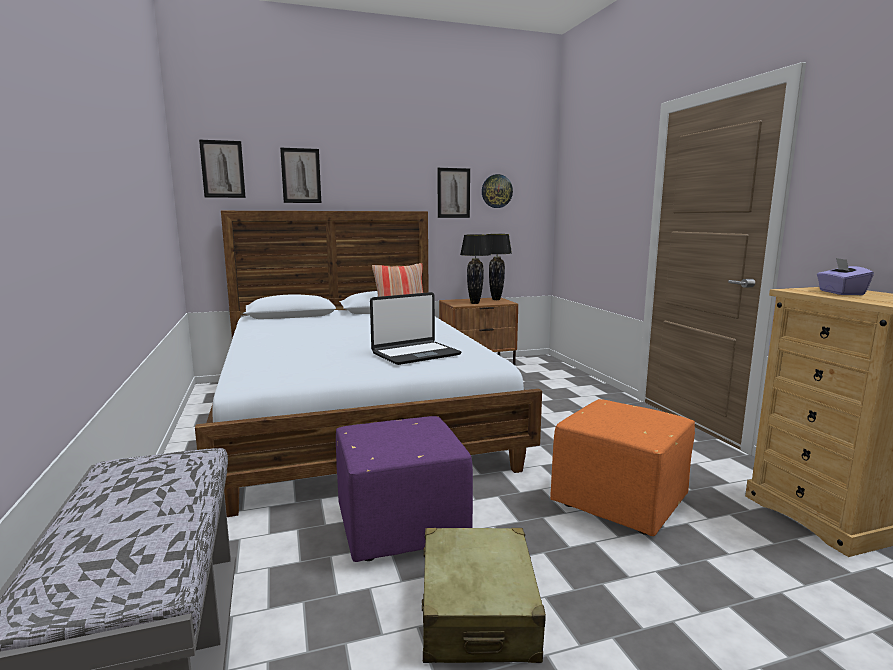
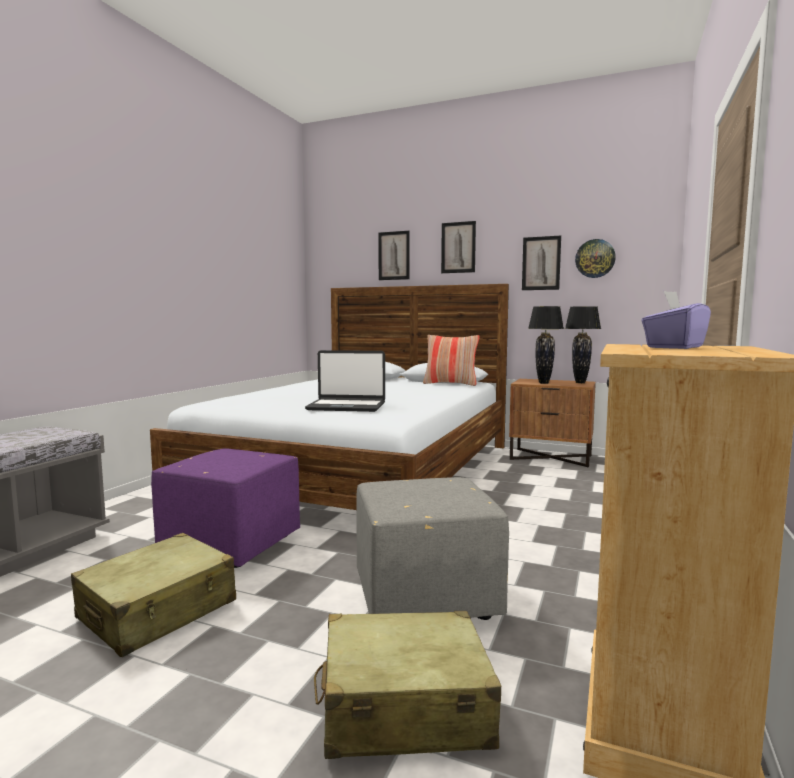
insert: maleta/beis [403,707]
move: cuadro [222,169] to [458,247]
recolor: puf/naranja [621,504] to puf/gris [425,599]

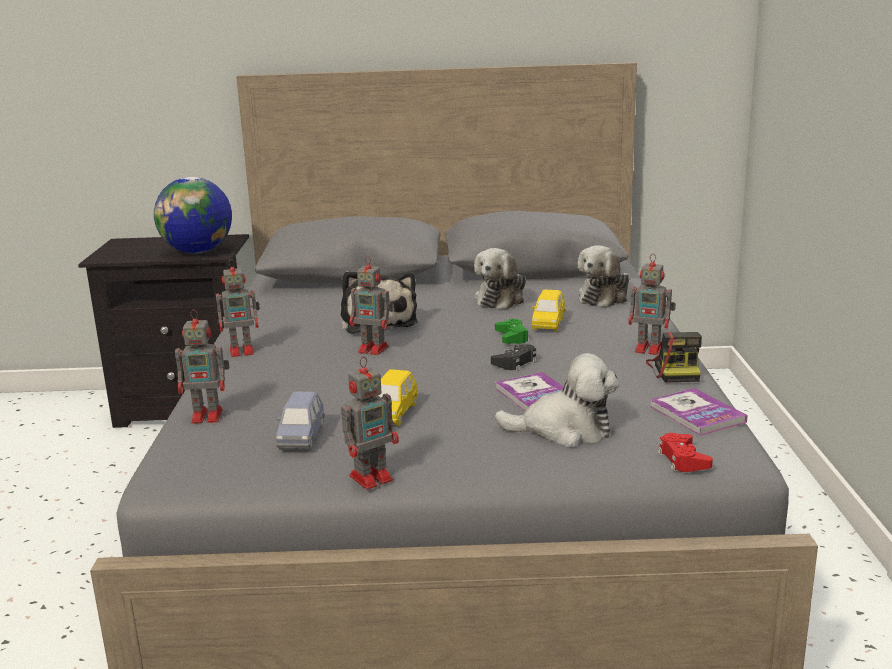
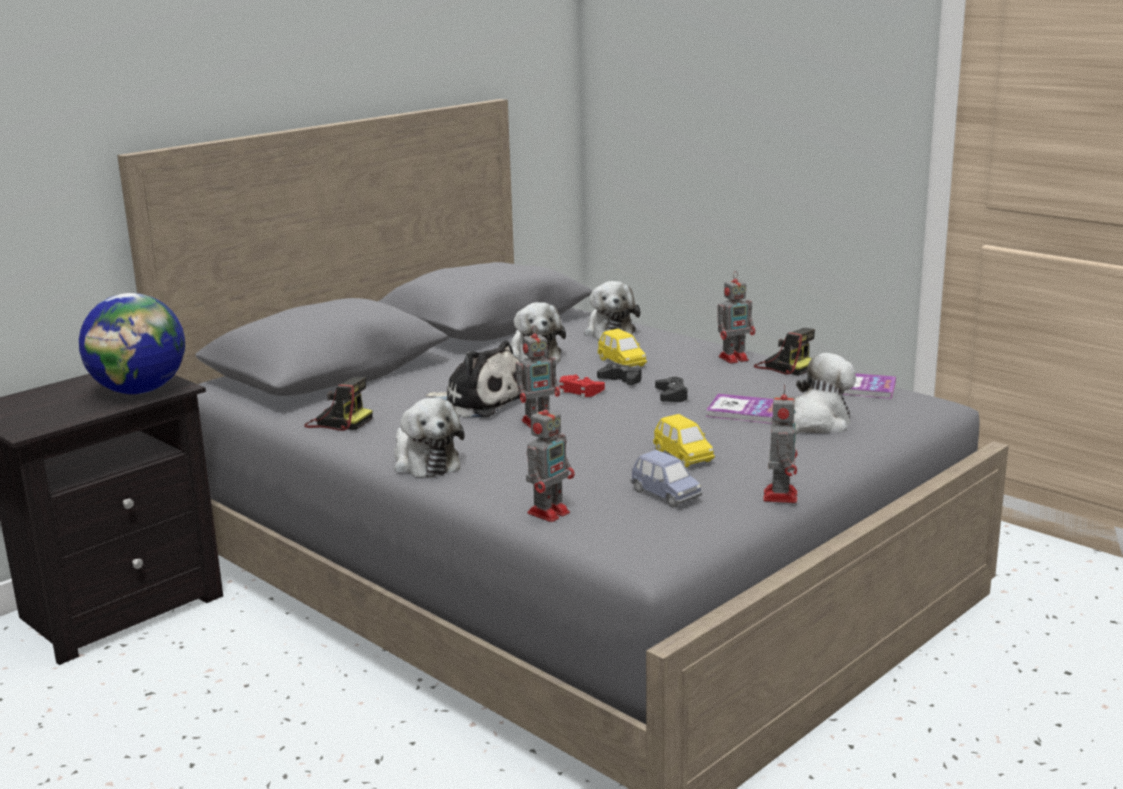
insert: cámara [338,421]
move: mando de consola/rojo [683,459] to [580,391]
replace: robot de juguete [243,351] to peluche [424,462]
recolor: mando de consola/verde [512,337] to mando de consola/negro [621,380]

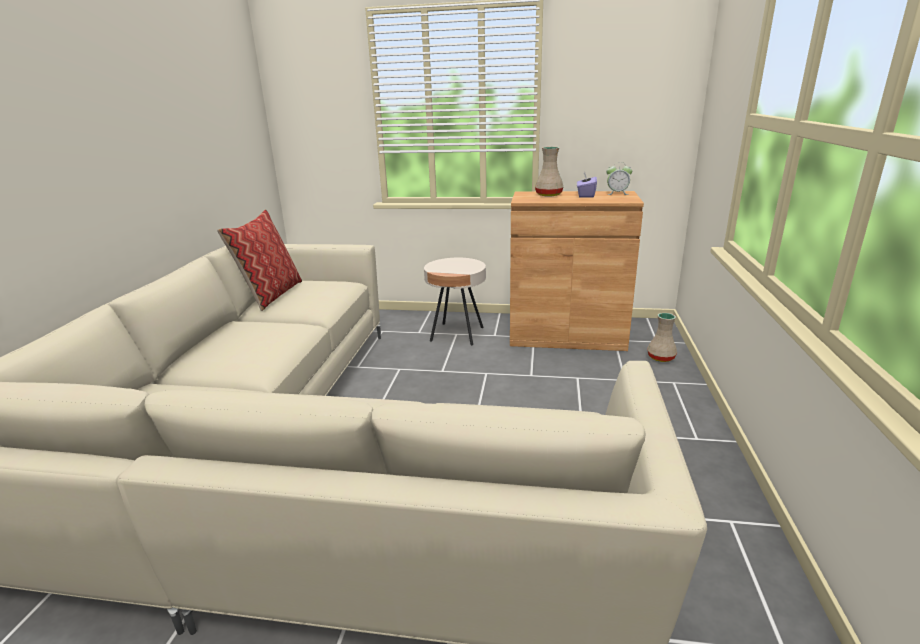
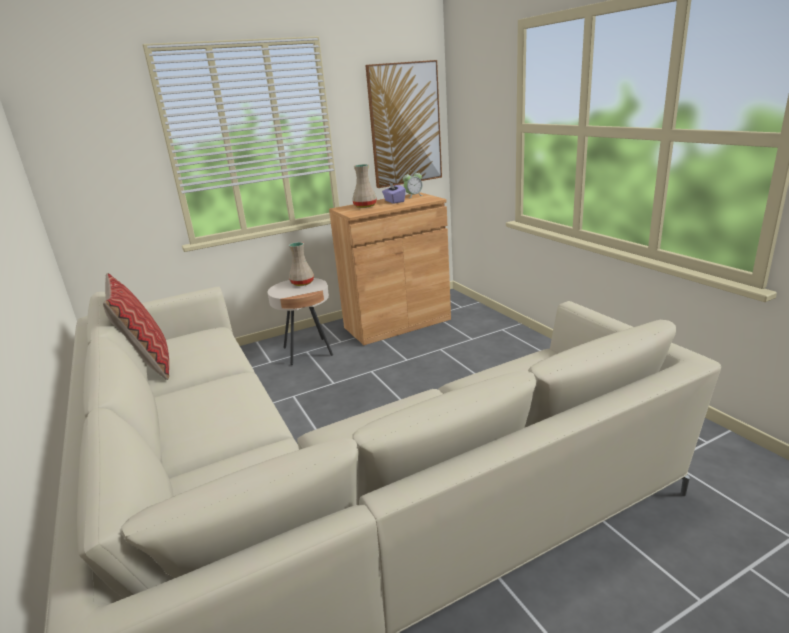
insert: cuadro [405,124]
move: florero/beis [661,357] to [302,283]

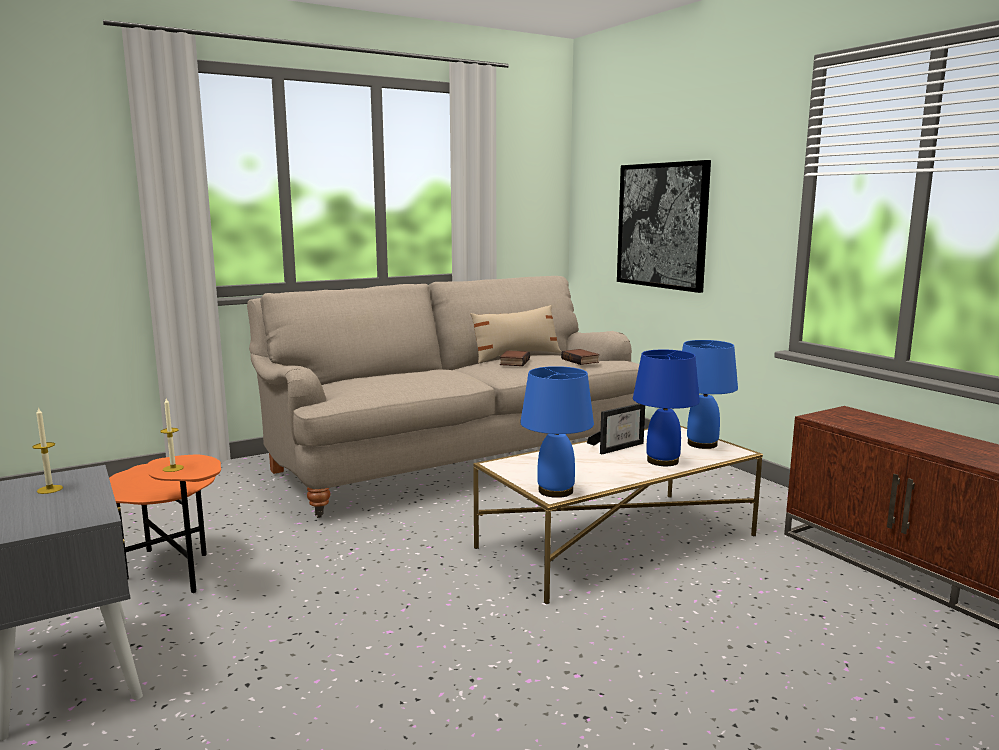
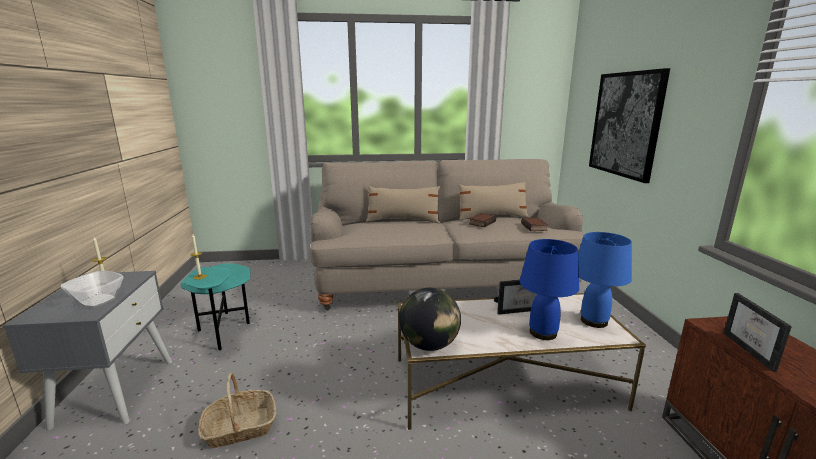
insert: cojín/beis [403,220]; cuenco [97,301]; portarretratos [755,352]; cesta [240,428]
replace: lámpara de mesa/azul [556,491] to globo terráqueo [429,345]
recolor: mesa auxiliar/naranja [173,572] to mesa auxiliar/turquesa [223,332]

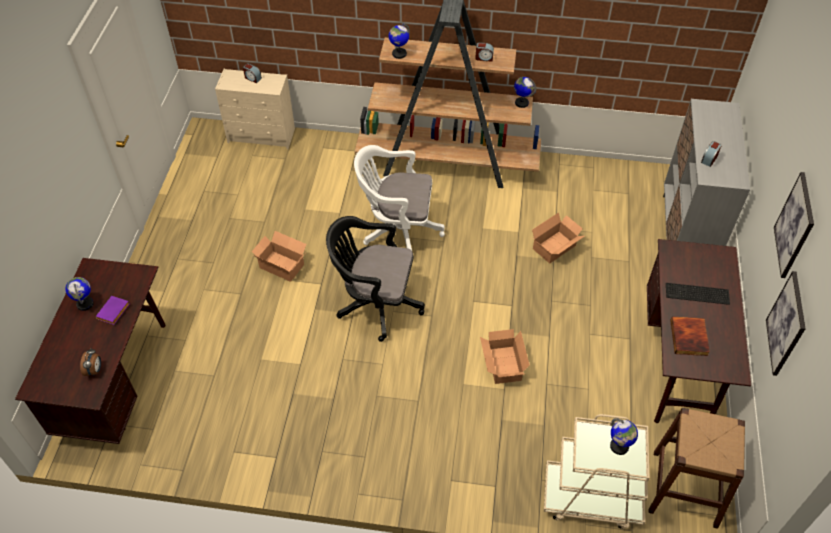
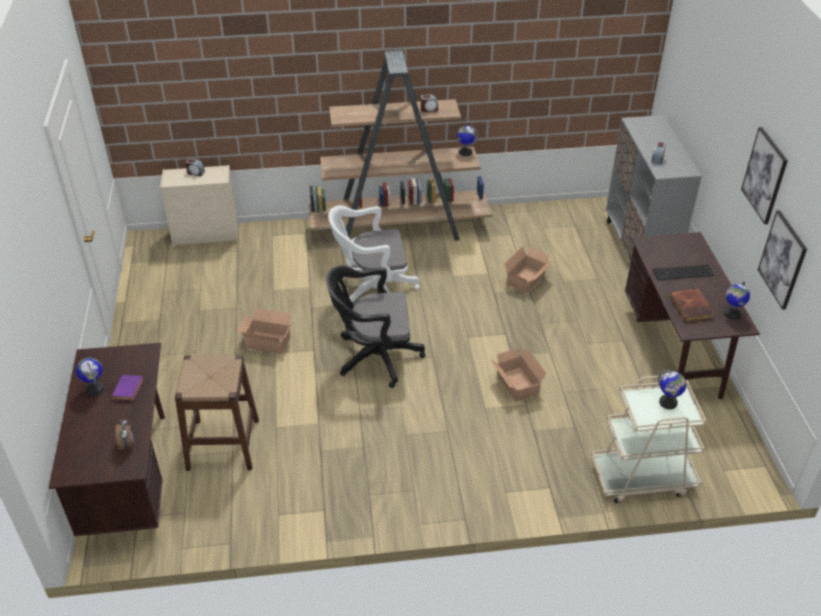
move: globo terráqueo [399,54] to [732,314]; taburete/marrón [685,488] to [223,444]

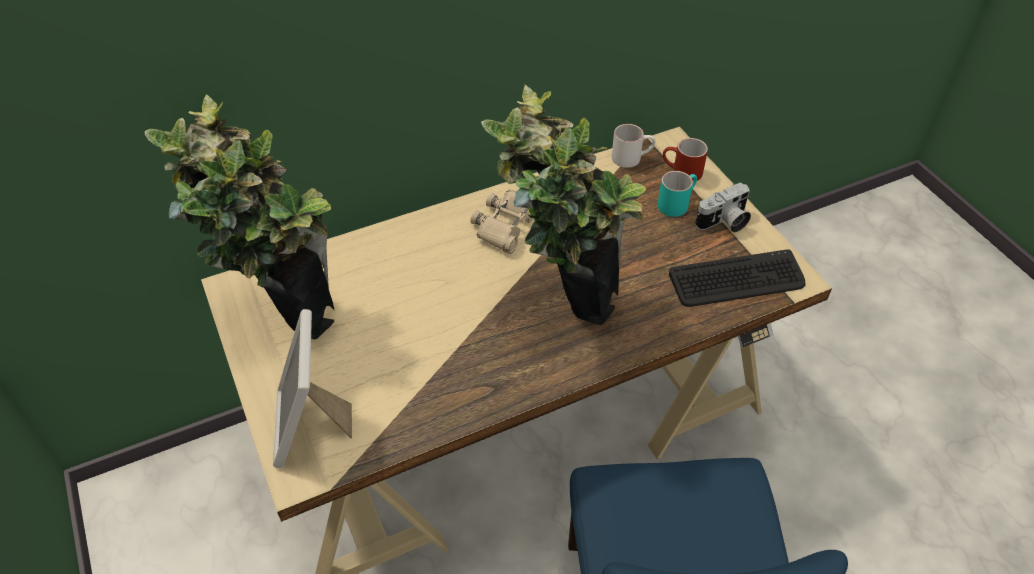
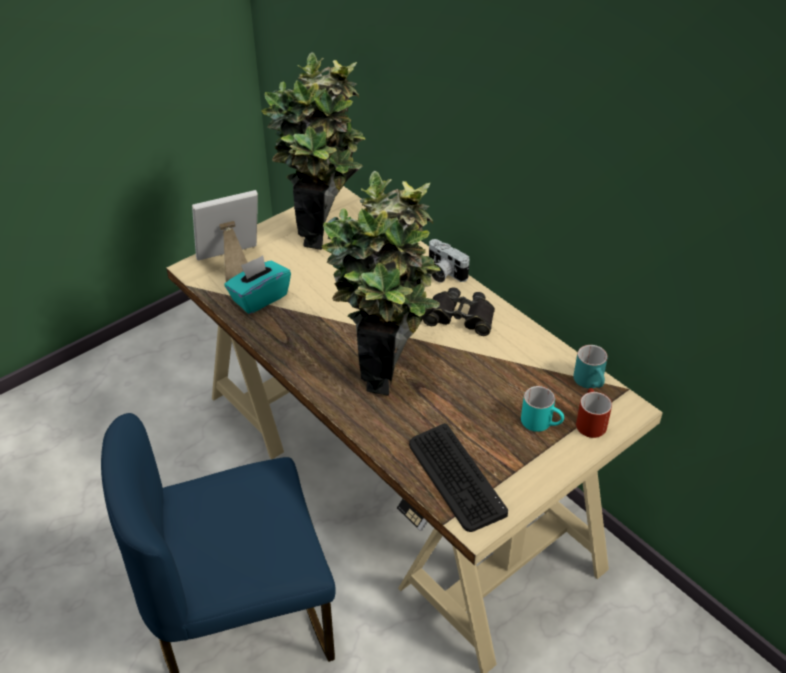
insert: caja de pañuelos/turquesa [259,298]
move: cámara [724,222] to [443,273]
recolor: taza grande/blanco [631,157] to taza grande/turquesa [591,382]; prismáticos/beis [508,224] to prismáticos/negro [460,317]

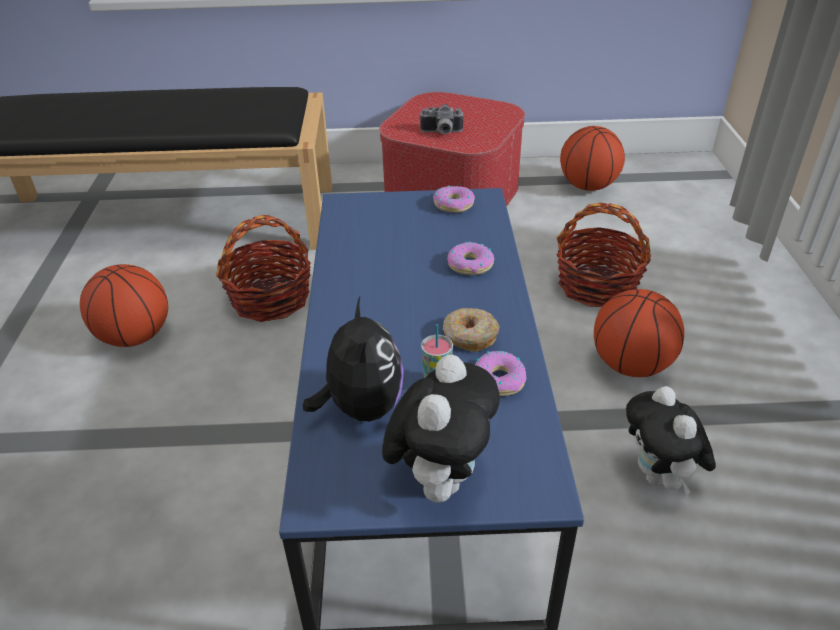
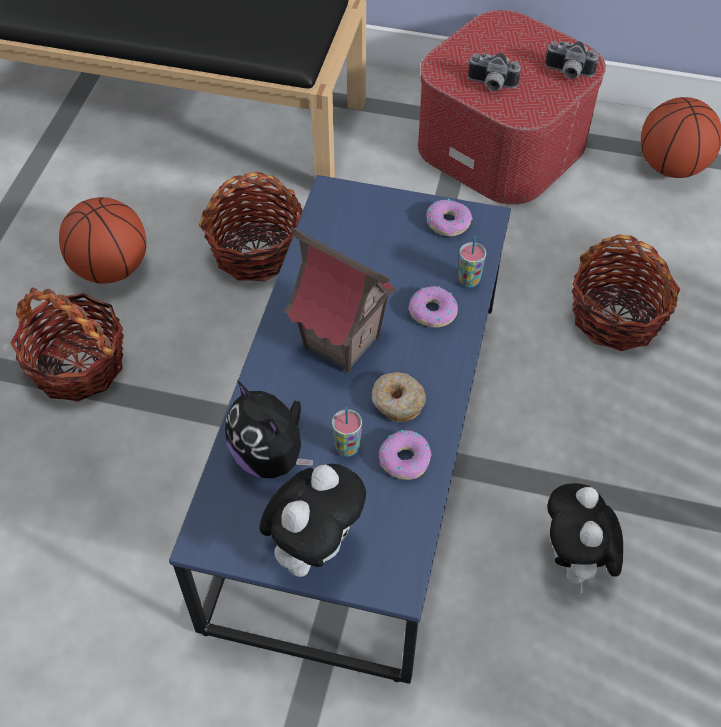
delete: balón de baloncesto [630,365]
insert: cámara [568,73]; casita [341,343]; taza [469,280]; cesta [77,365]
rotate: peluche [361,407] = [271,456] 135 degrees clockwise

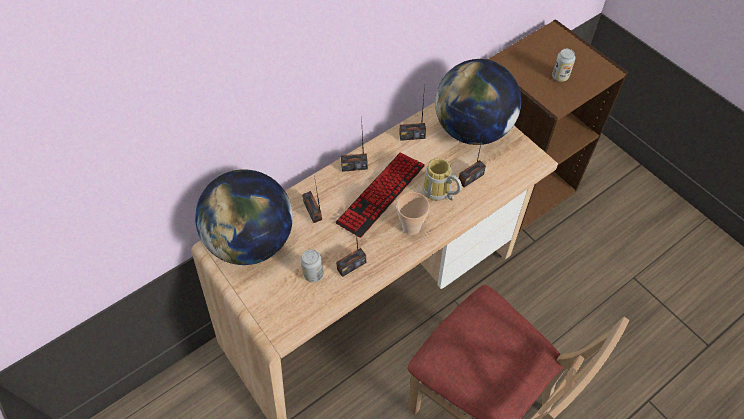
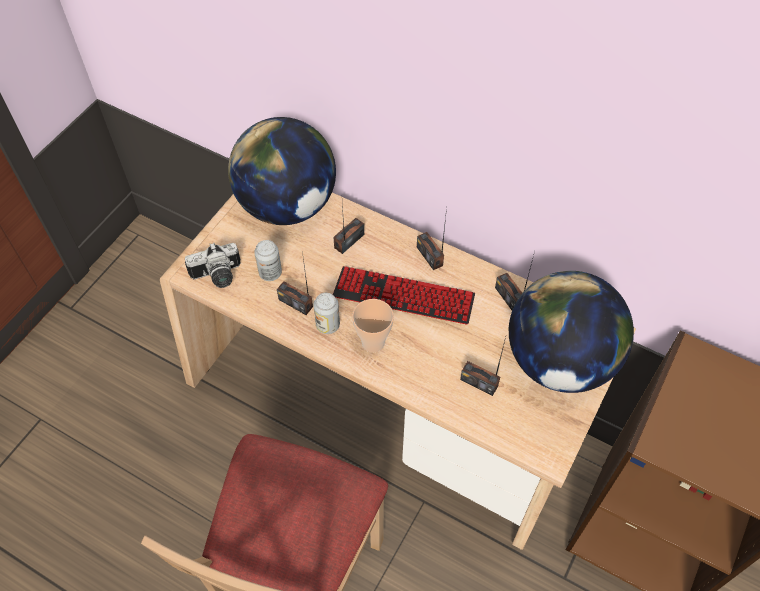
delete: taza grande [438,193]
insert: cámara [217,277]
move: lata [560,77] to [328,325]

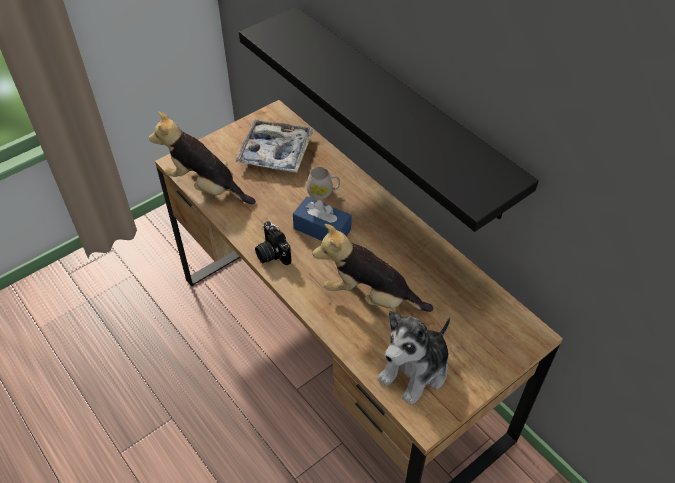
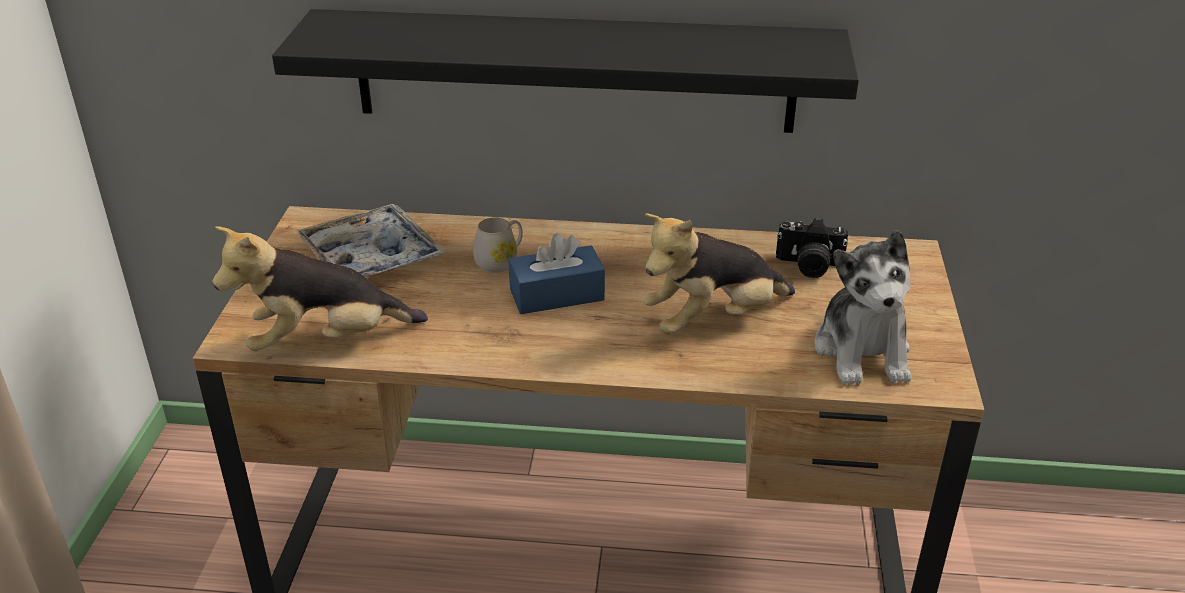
move: cámara [271,253] to [808,266]

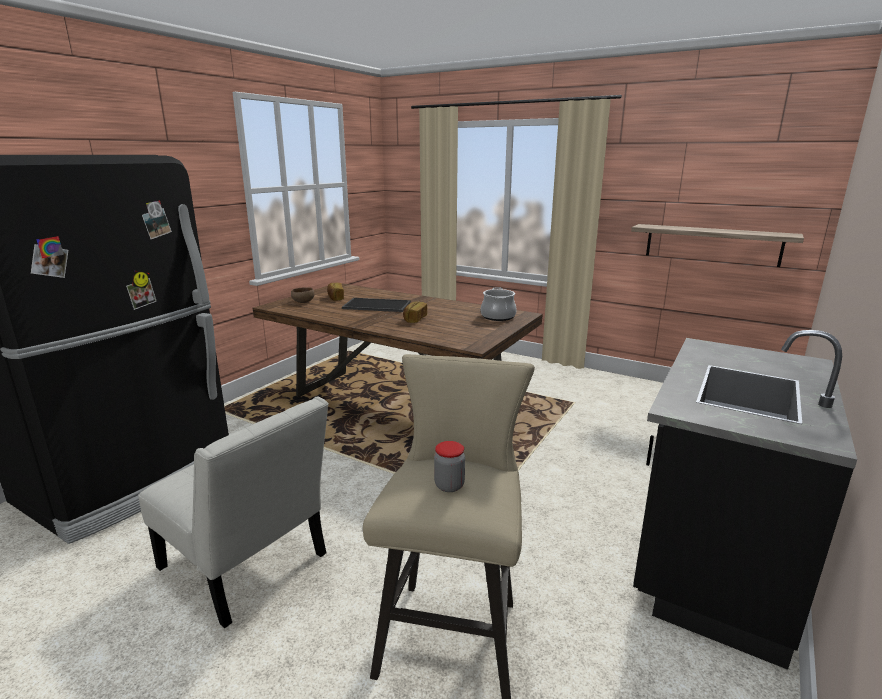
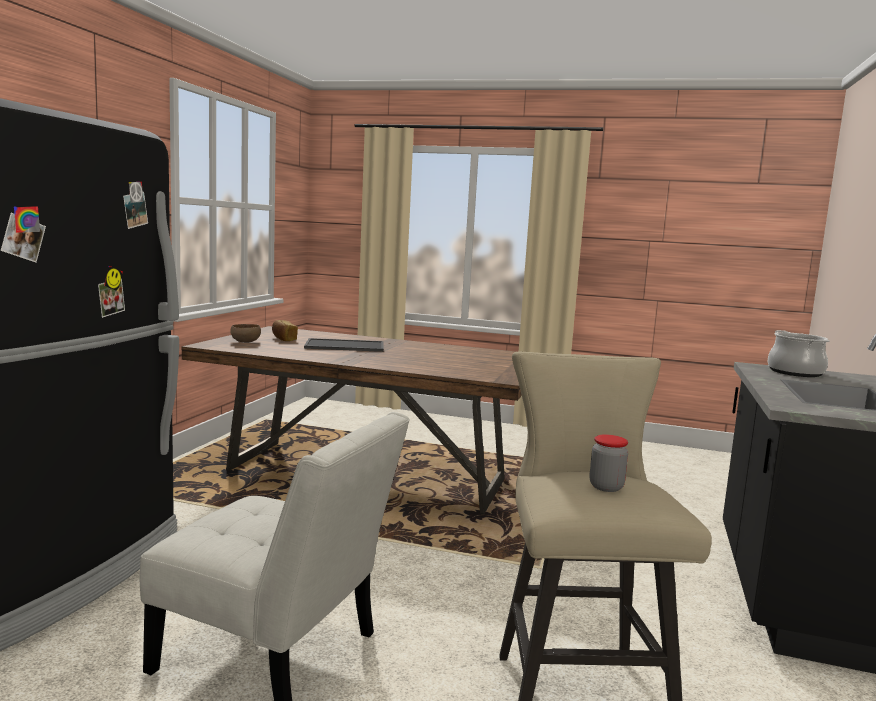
delete: estante [712,244]; pan [414,319]
move: olla [498,316] to [795,372]

